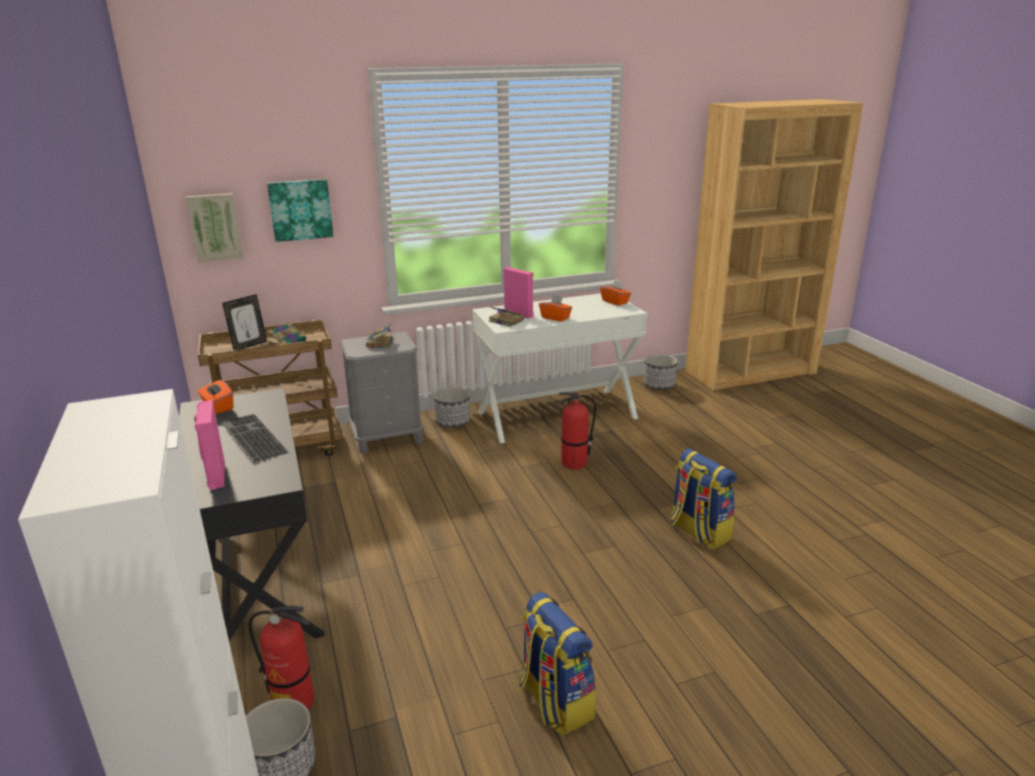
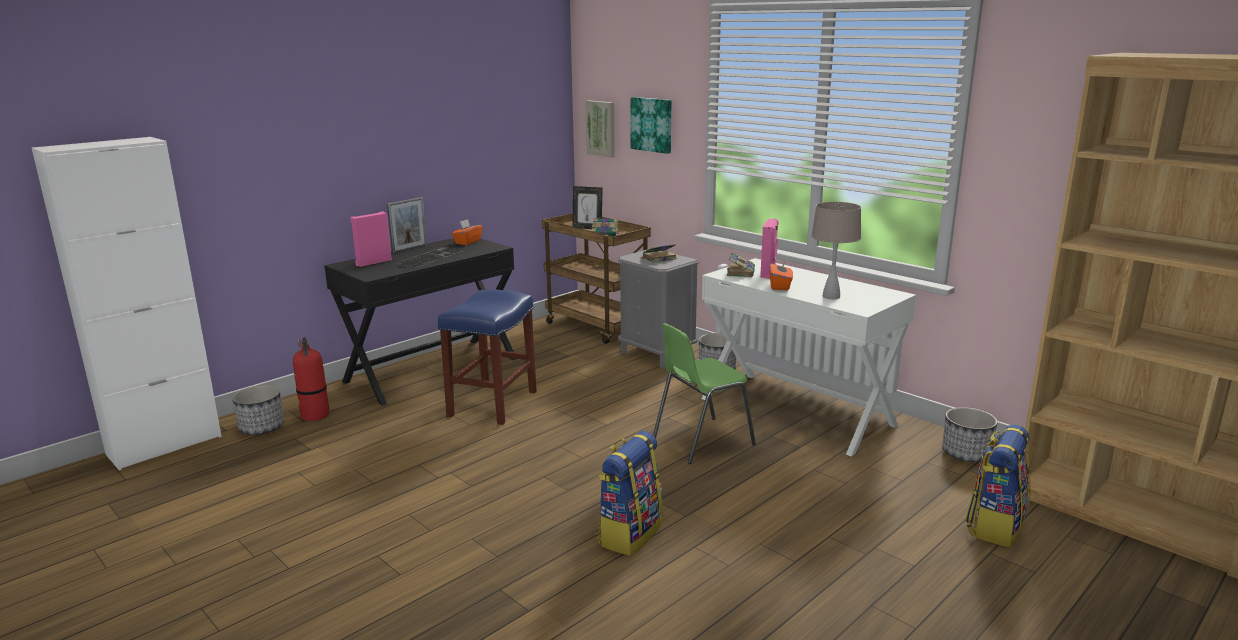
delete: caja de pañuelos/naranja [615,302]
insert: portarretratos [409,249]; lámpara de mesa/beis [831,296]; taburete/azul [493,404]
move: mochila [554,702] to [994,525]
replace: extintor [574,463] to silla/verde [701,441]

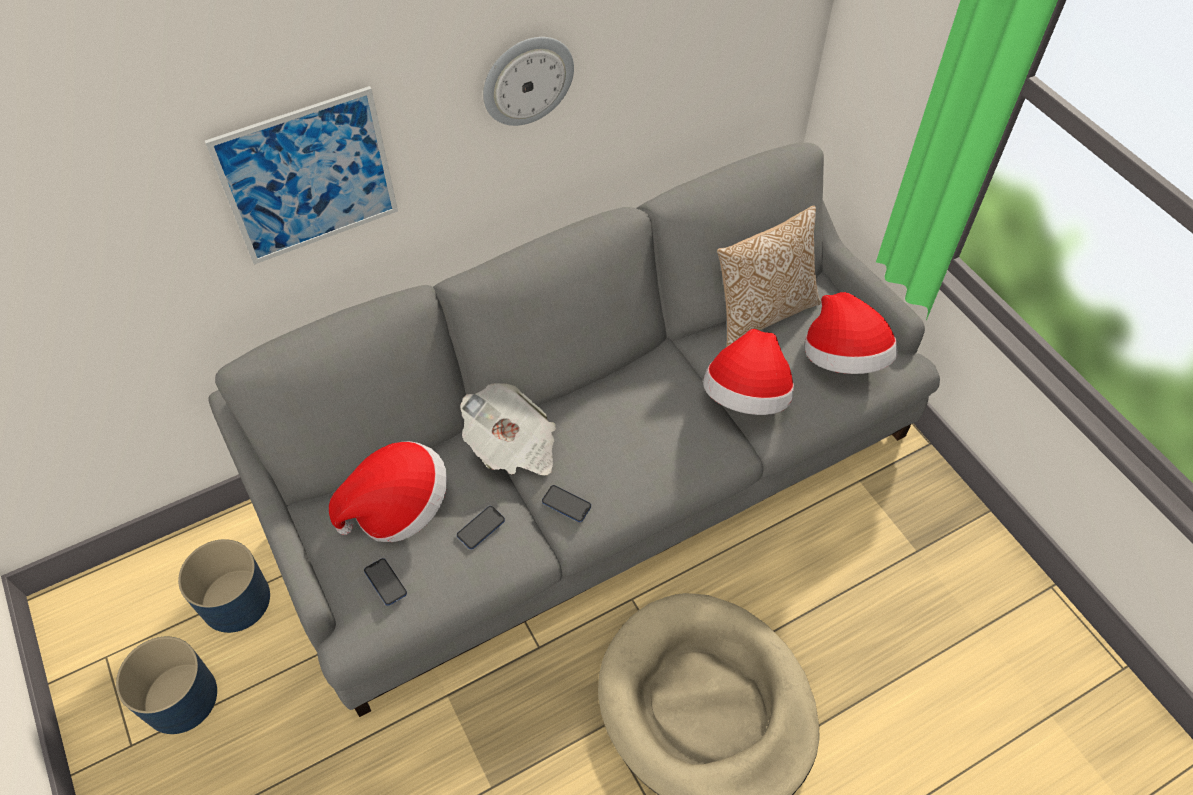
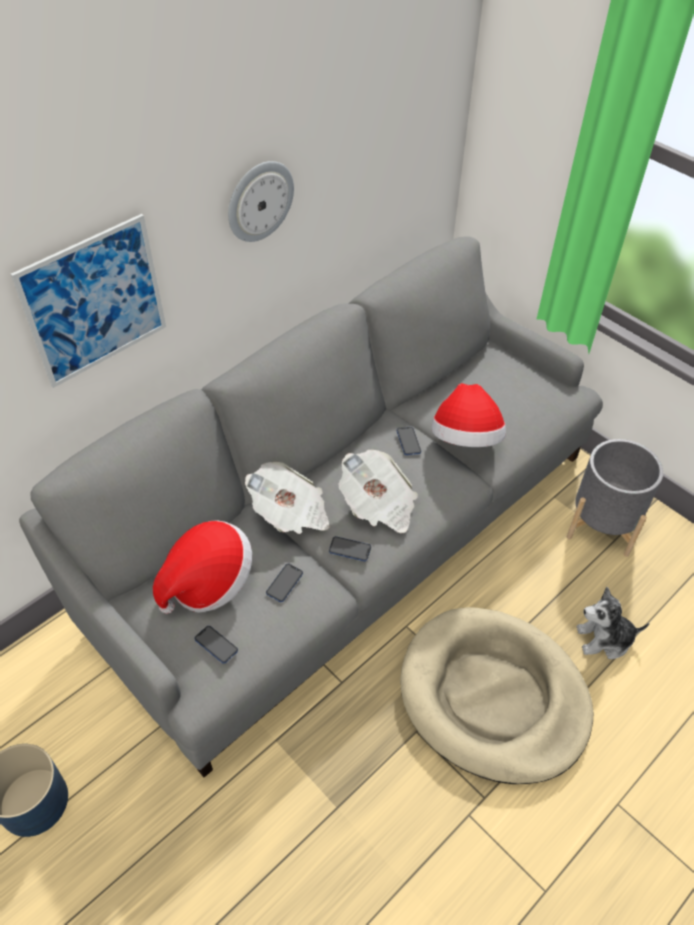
delete: cojín [762,313]; sombrero [844,359]; maceta/azul [236,601]
insert: móvil [408,441]; maceta/gris [602,524]; periódico [378,505]; peluche [604,639]

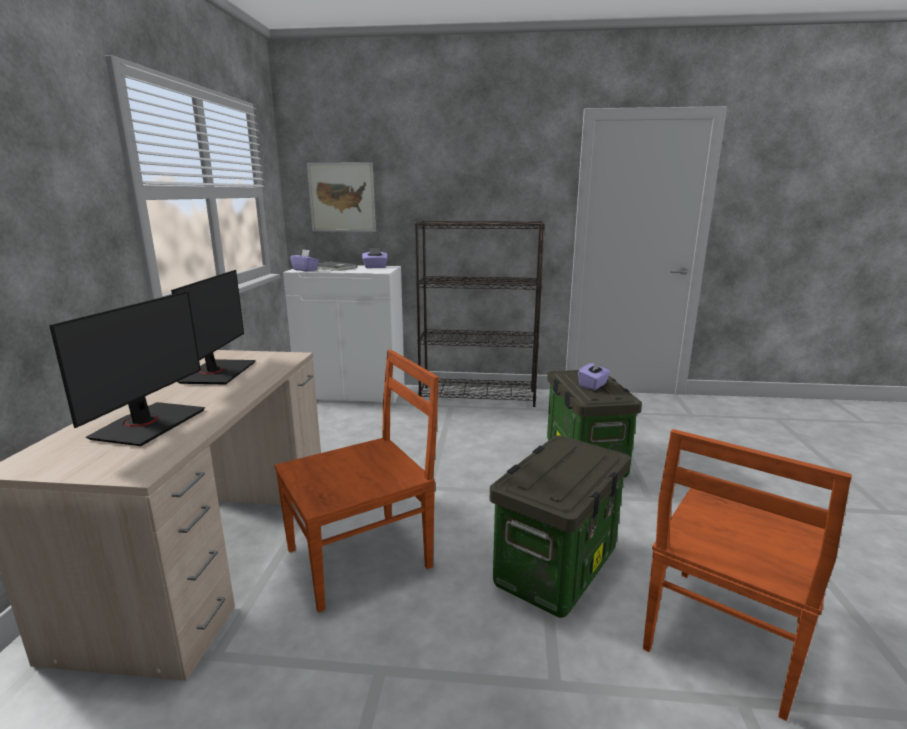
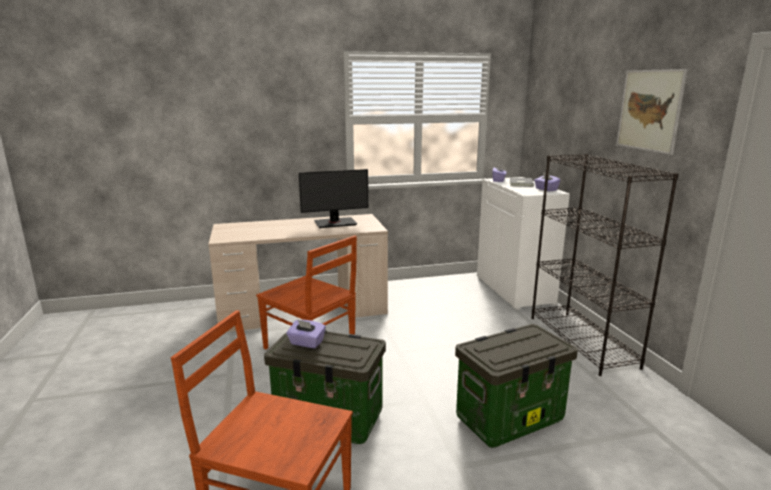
delete: monitor [148,424]
move: cuadro [342,197] to [649,110]; caja de pañuelos/morado [593,385] to [306,343]

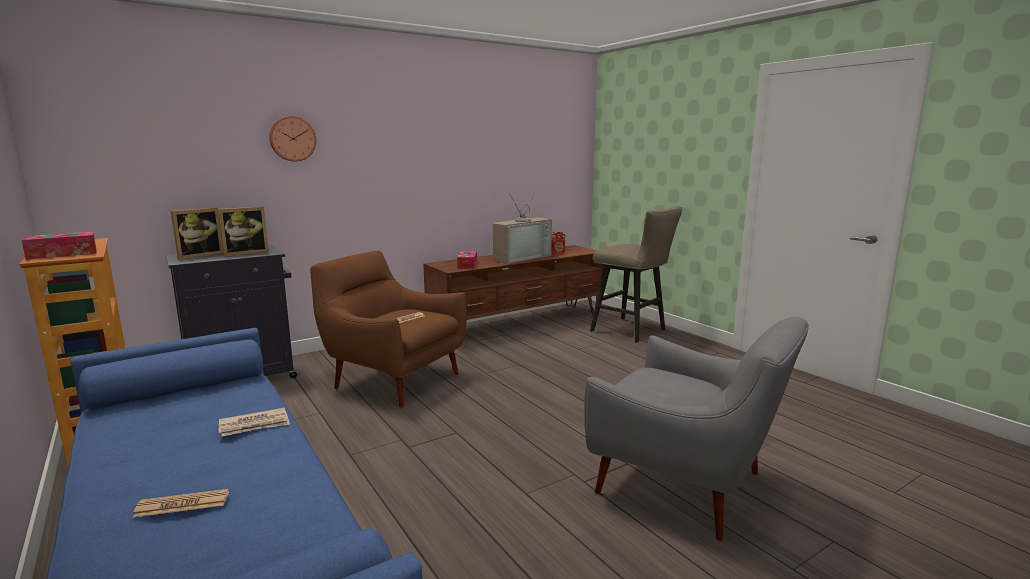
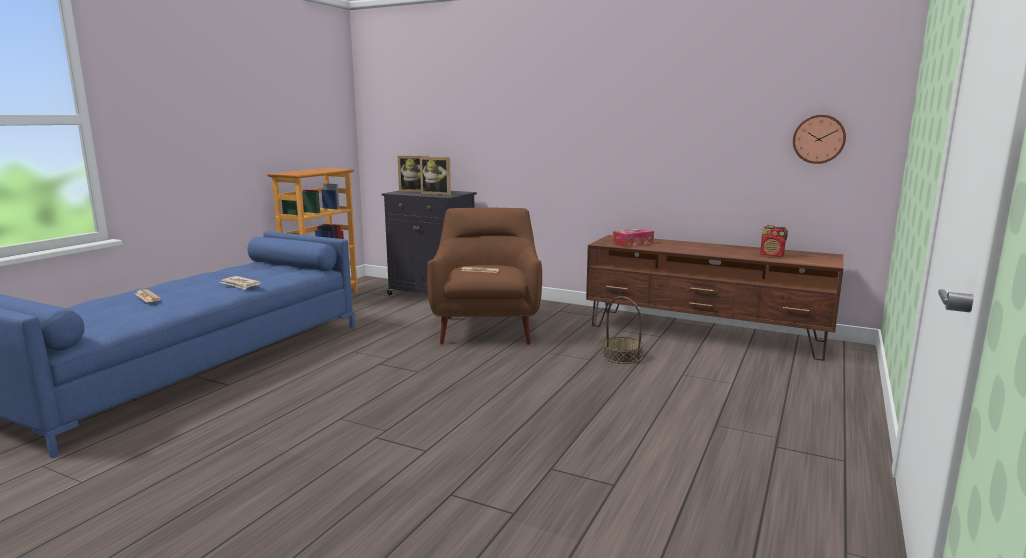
delete: televisor [520,257]; taburete/beis [633,331]; caja de pañuelos [62,254]; sillón/gris [687,486]
insert: cesta [622,356]
move: reloj de pared [292,138] to [819,139]

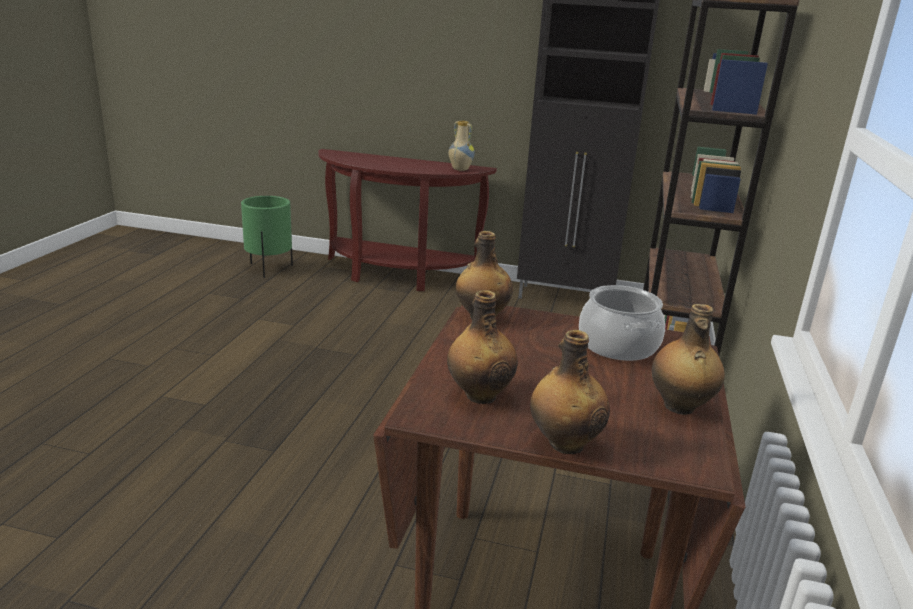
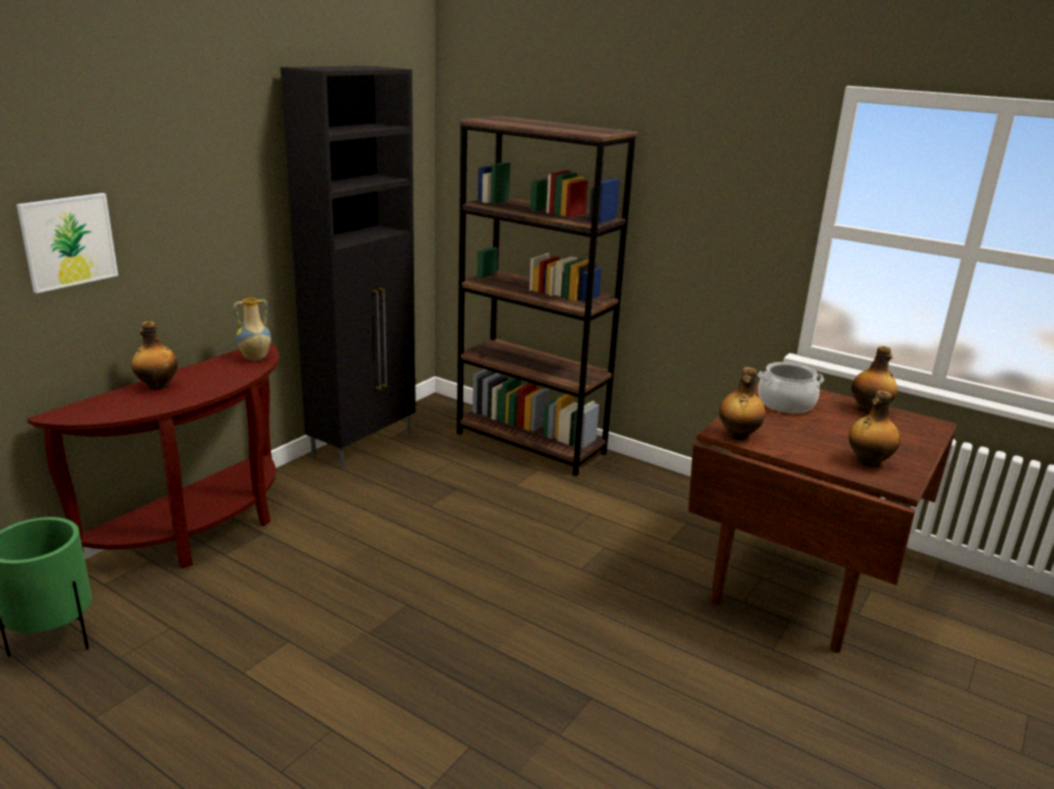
insert: cuadro [68,241]
move: botella [564,443] to [157,386]

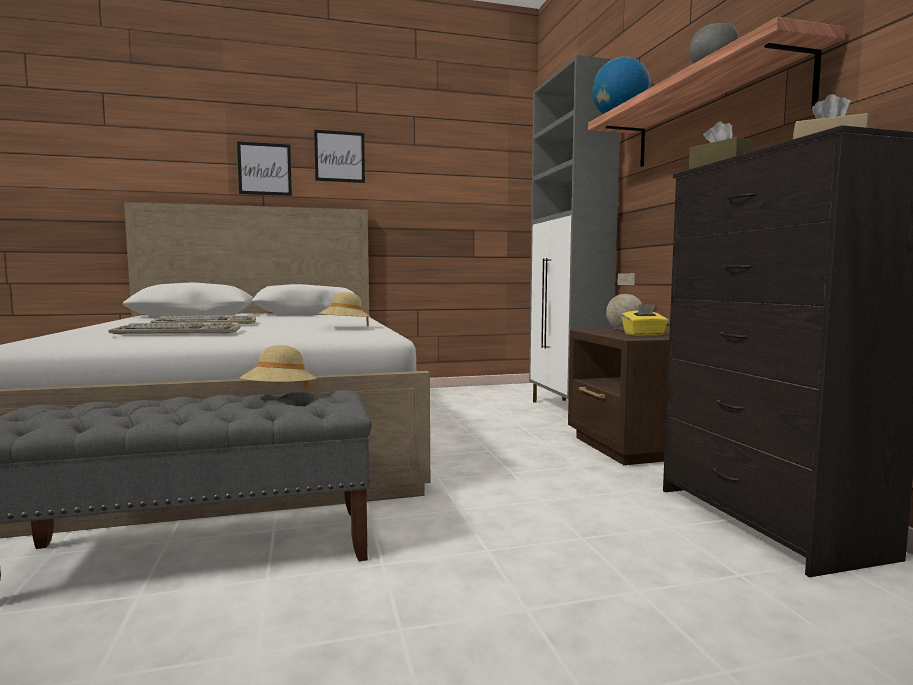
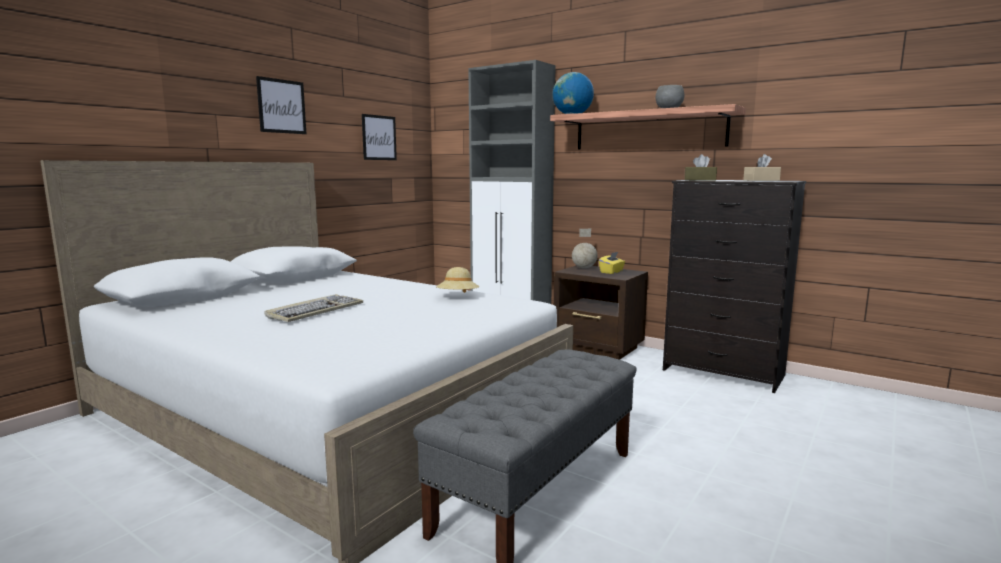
delete: teclado [180,333]; sombrero/beis [279,396]
move: cuadro [265,169] to [379,137]

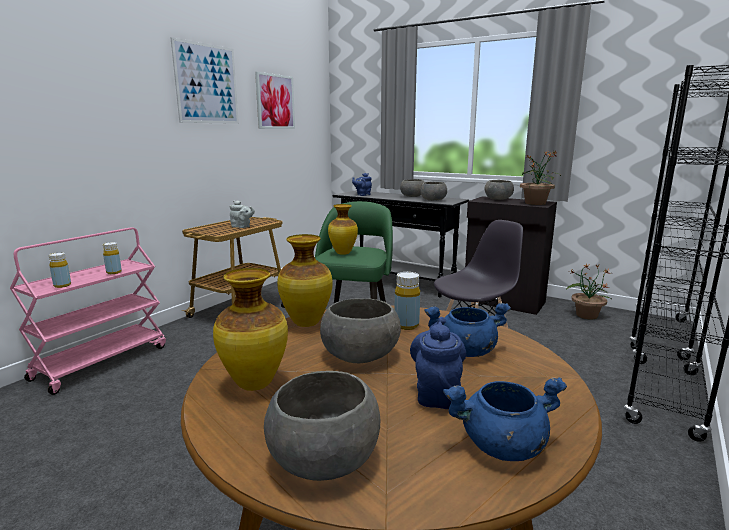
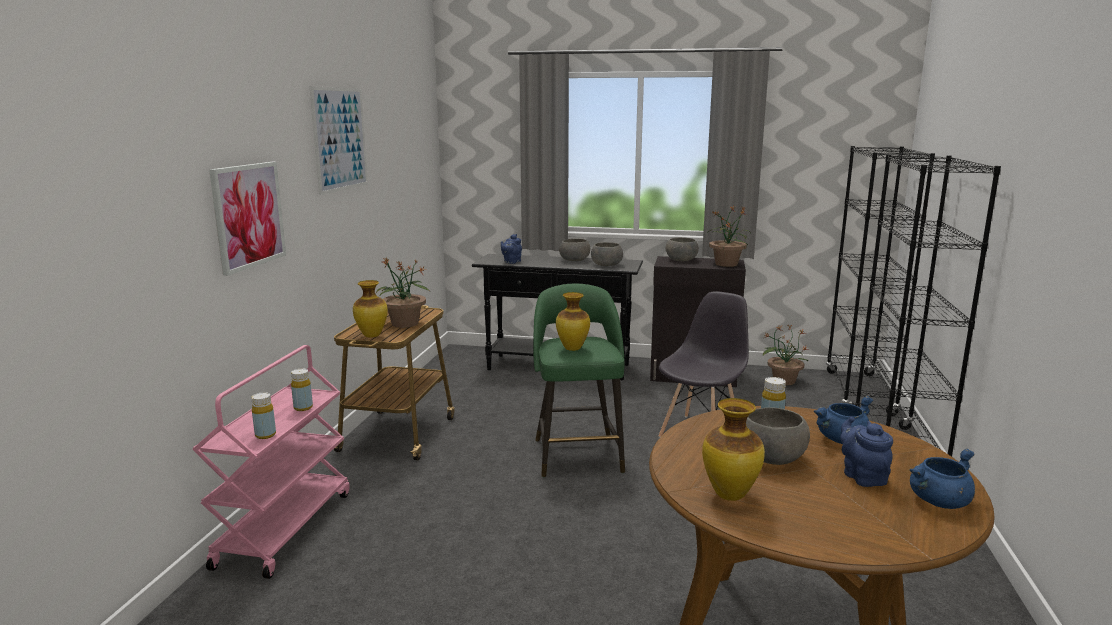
delete: cuenco/gris [323,457]
move: cuadro [275,102] to [248,215]; florero [307,323] to [372,336]
replace: tetera/gris [242,227] to planta en maceta [405,324]

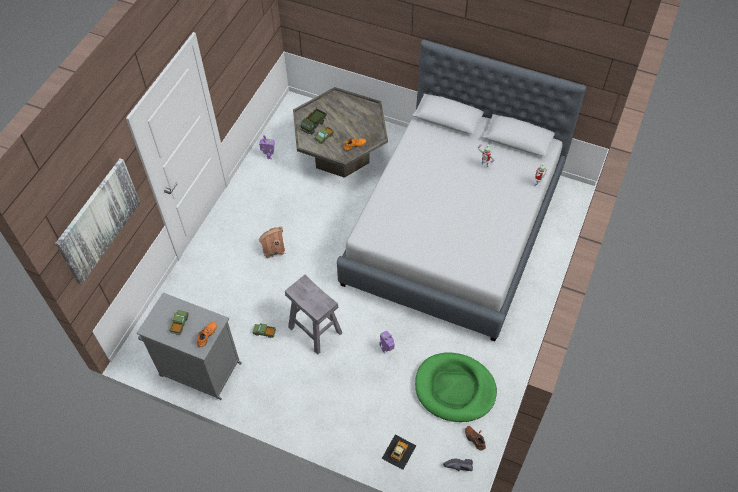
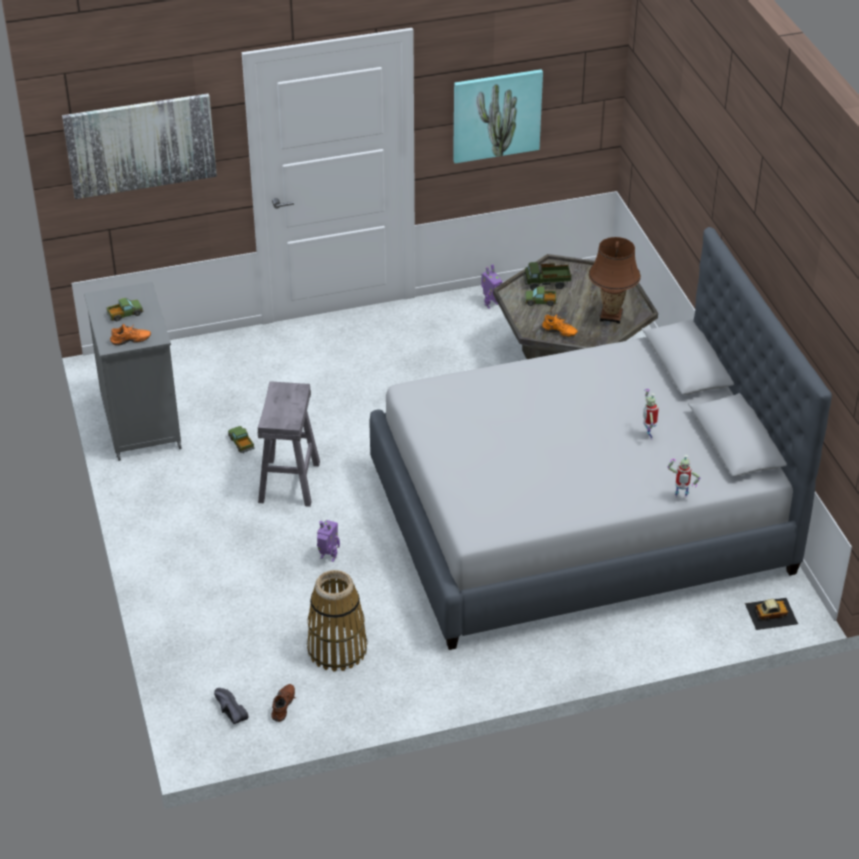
delete: casita [273,248]
insert: cuadro [496,115]; lámpara de mesa/marrón [611,316]
move: coche de juguete [398,452] to [771,613]
replace: cama para perro/verde [455,389] to cesta [337,649]

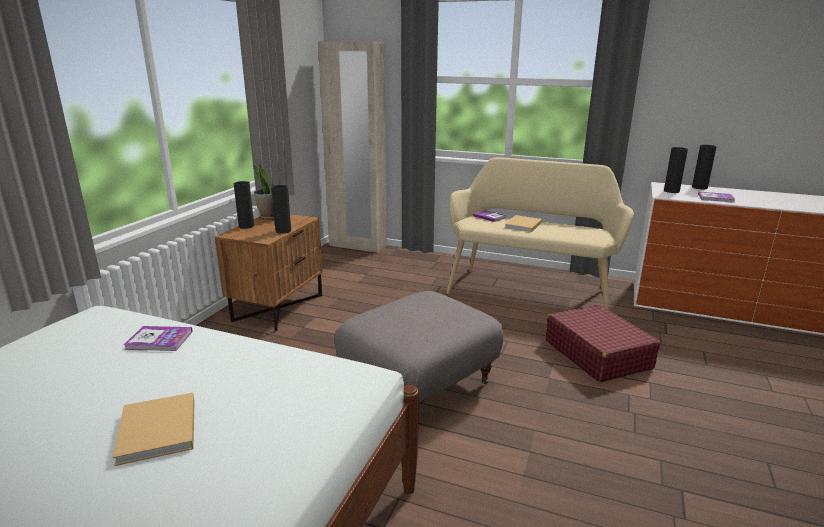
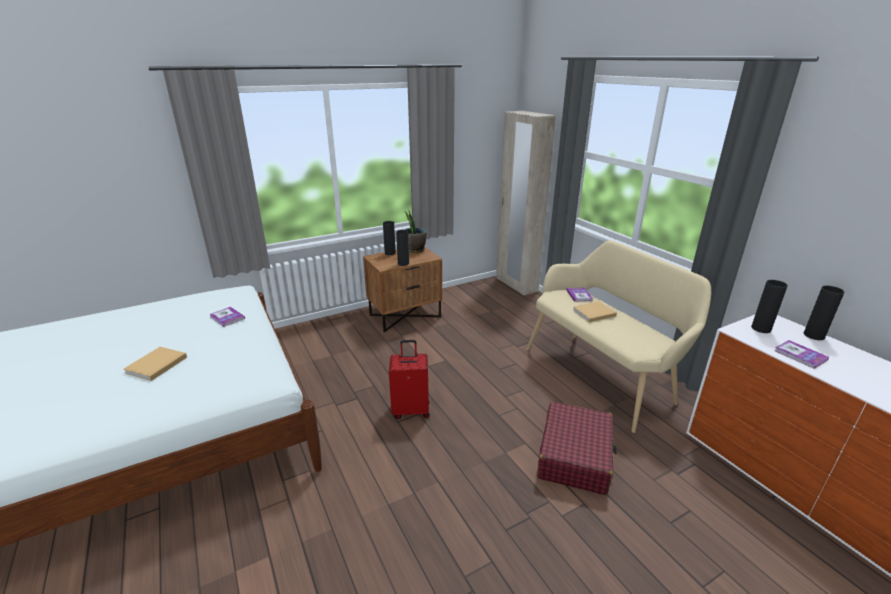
replace: puf/gris [419,386] to maleta/rojo [411,410]

